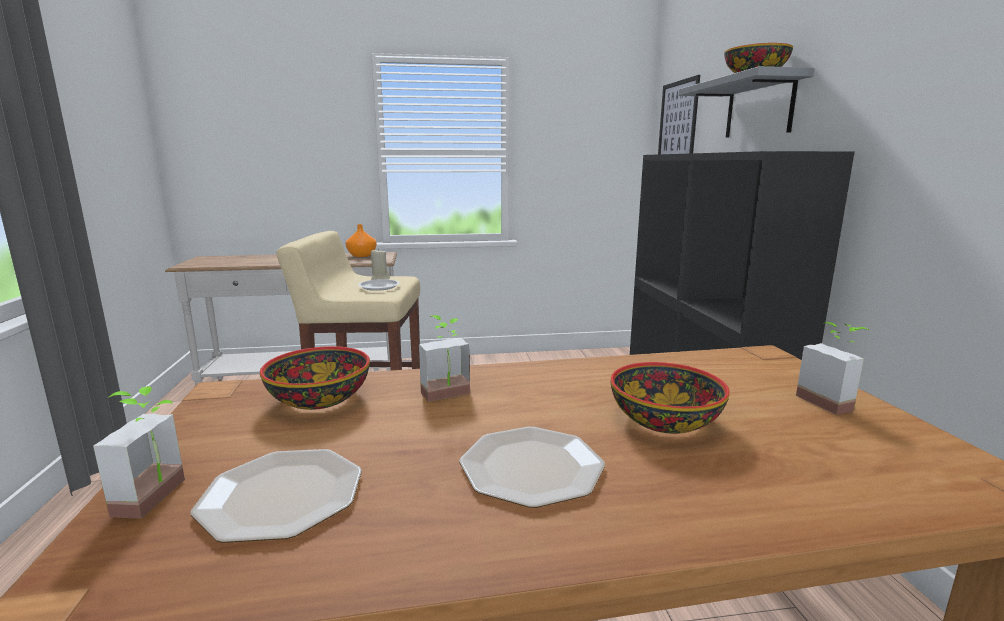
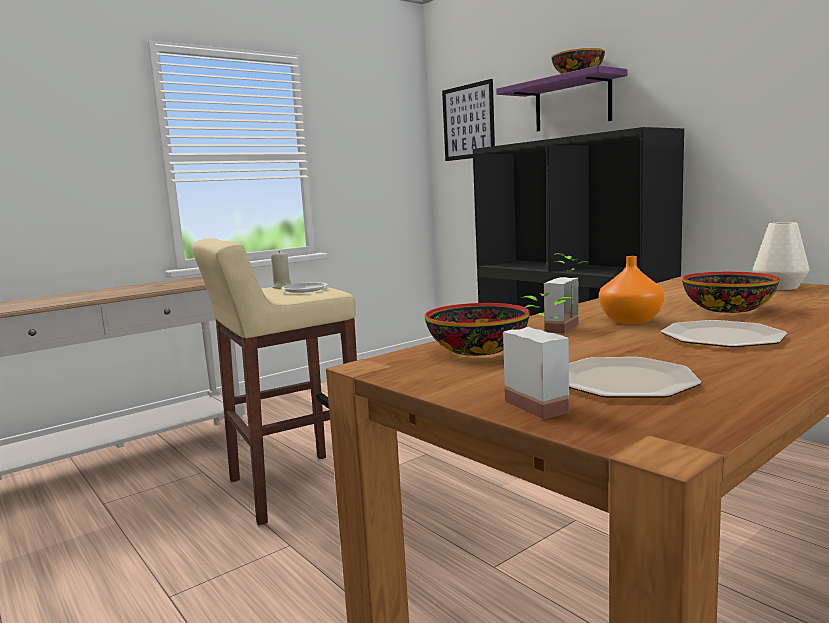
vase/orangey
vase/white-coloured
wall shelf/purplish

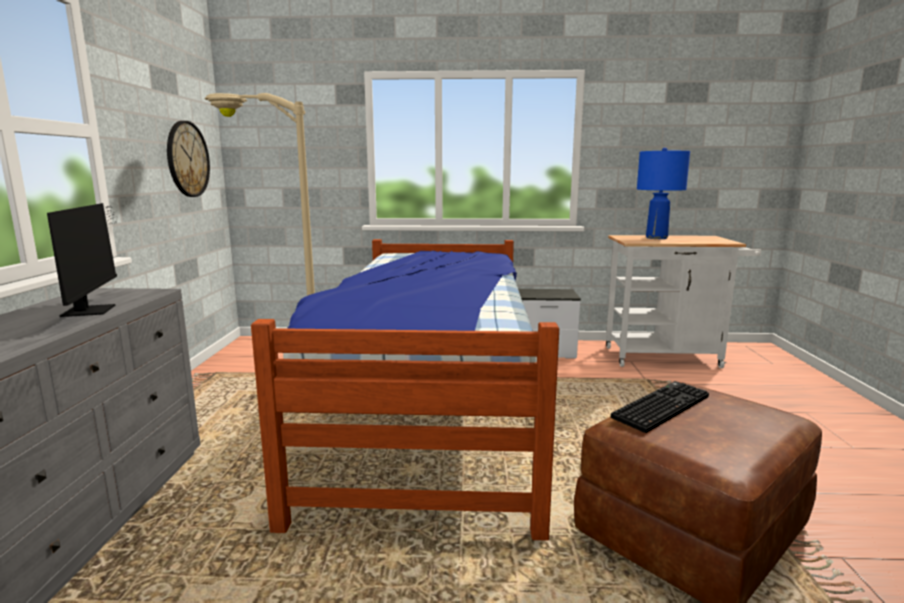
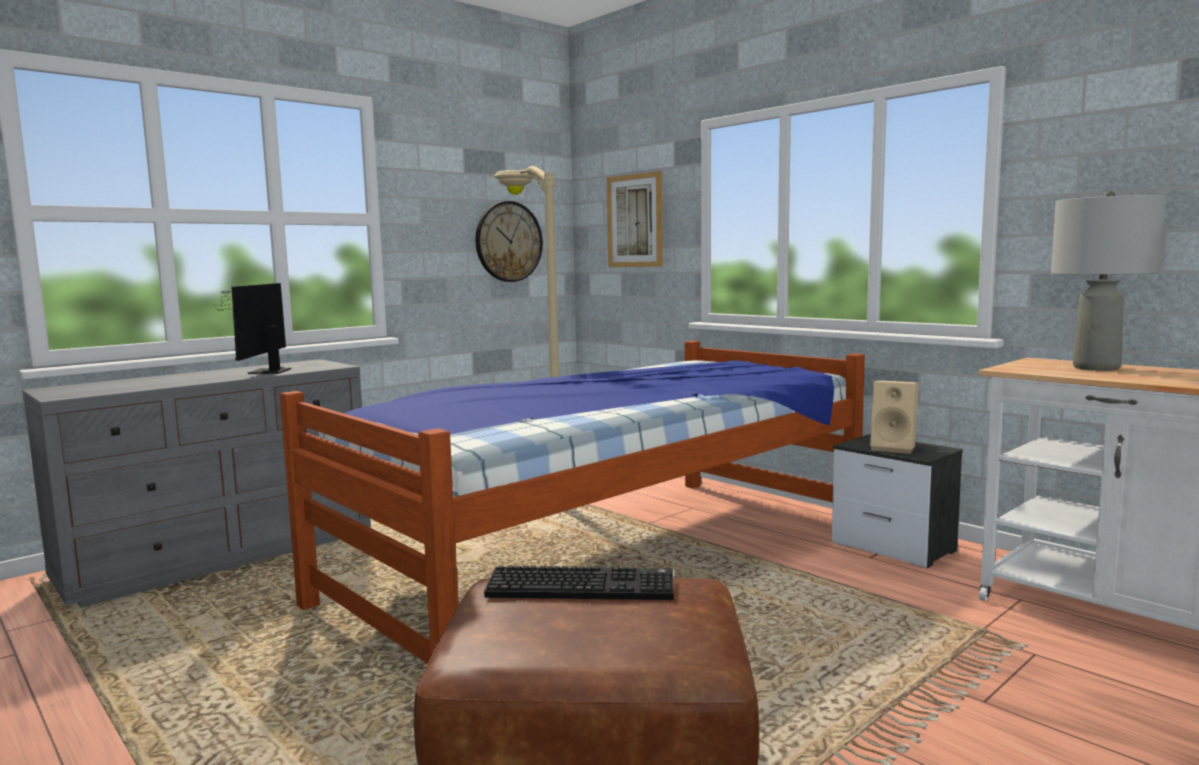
picture
speaker/beige
tabletop lamp/gray
computer display

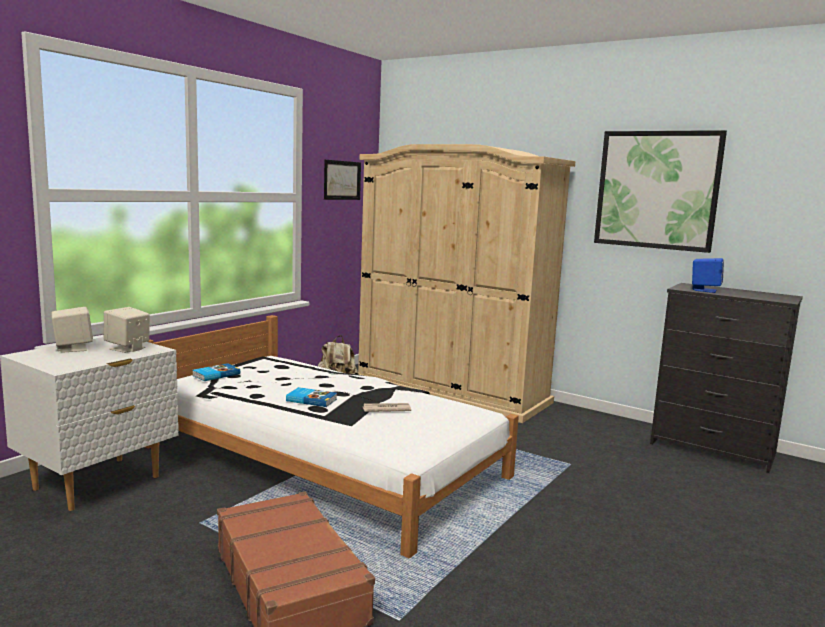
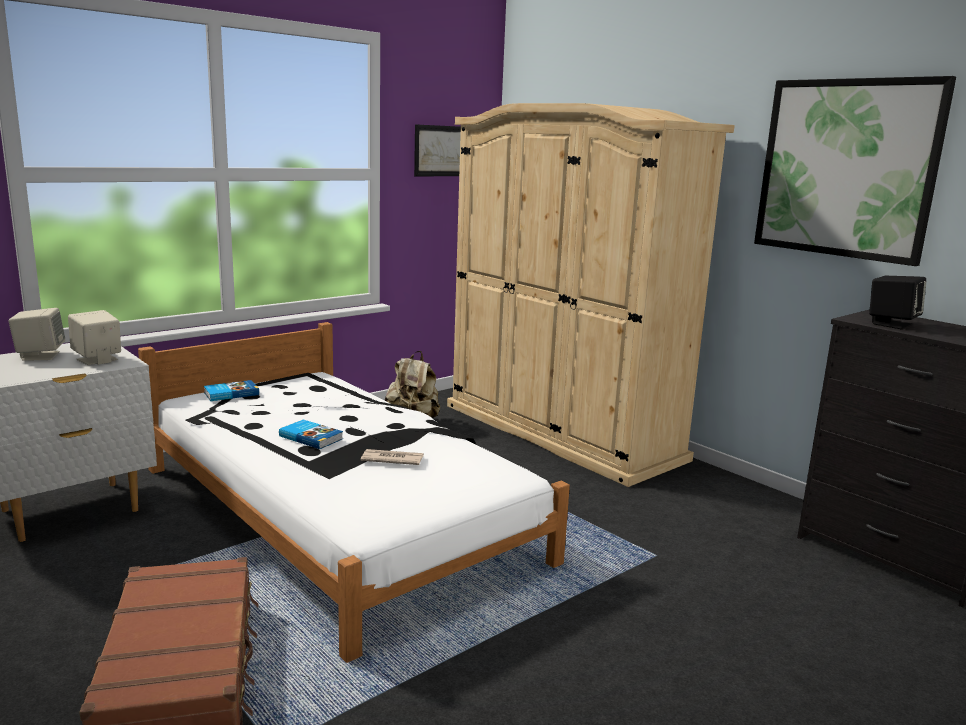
speaker/blackish

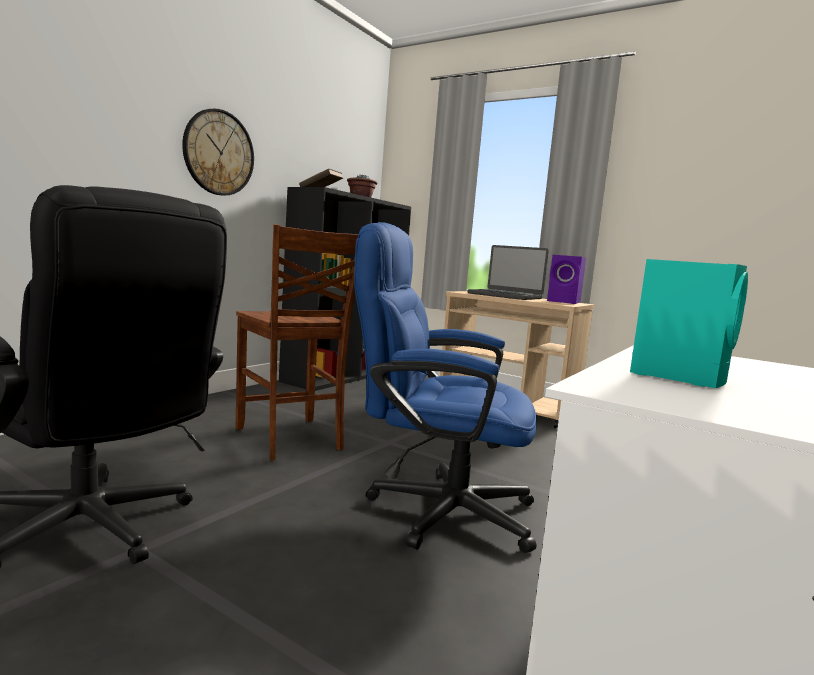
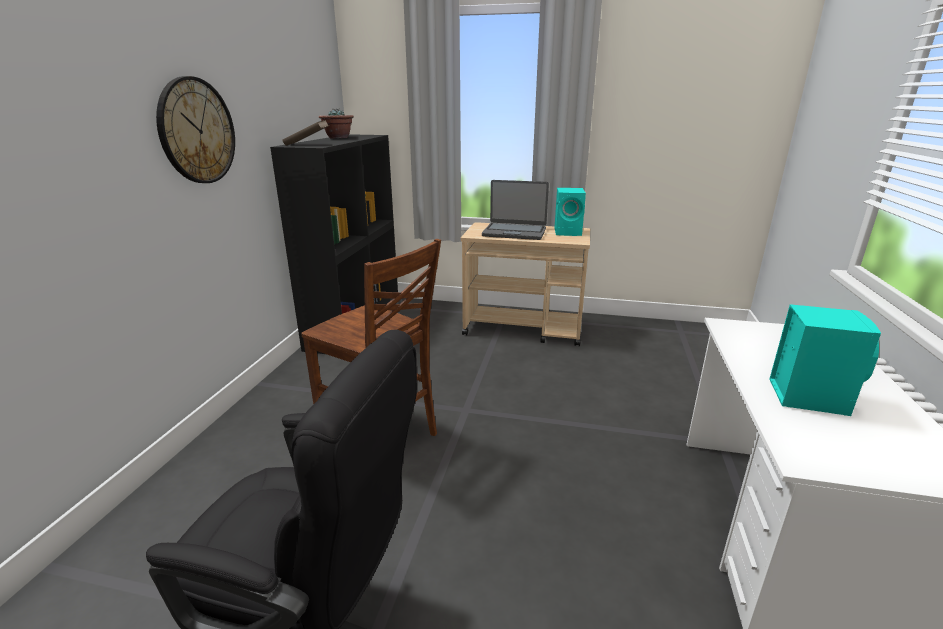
desk chair/bluish
speaker/blue-green (1st from left)

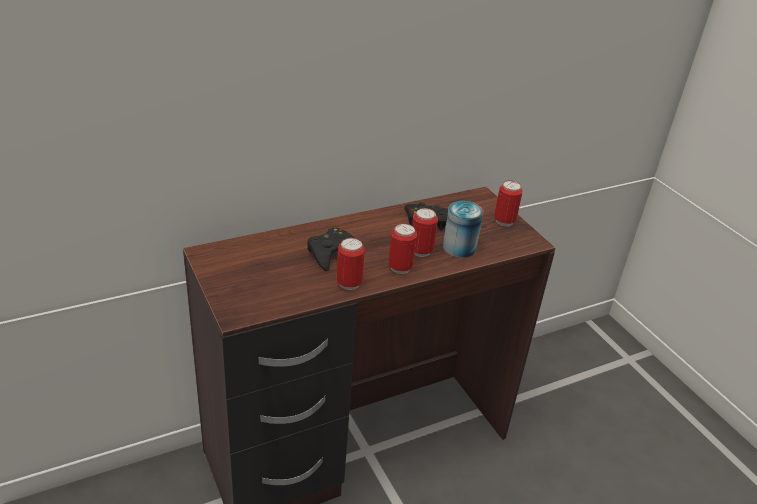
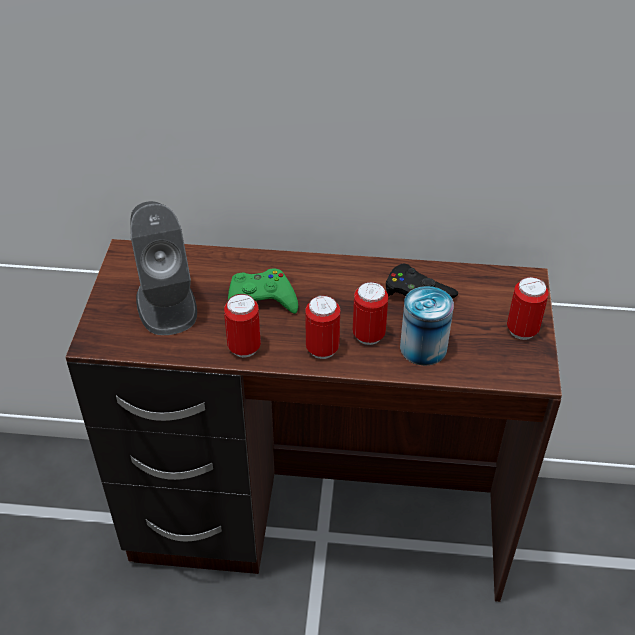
speaker/gray
game controller/green

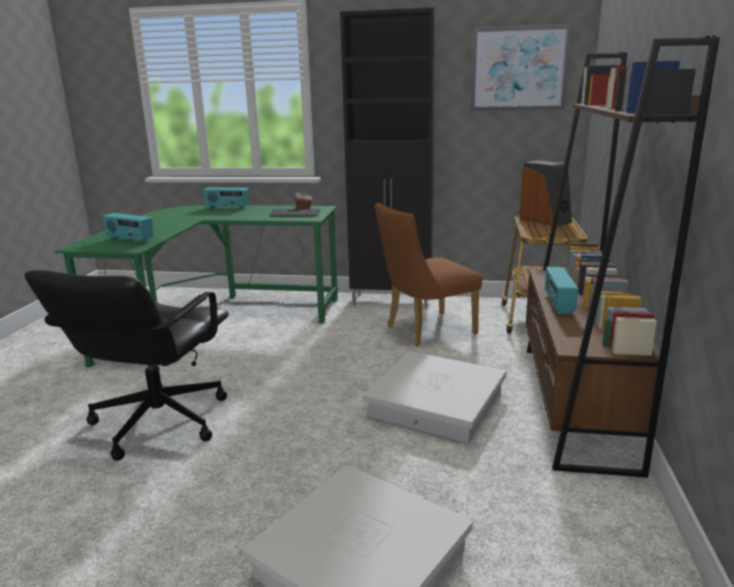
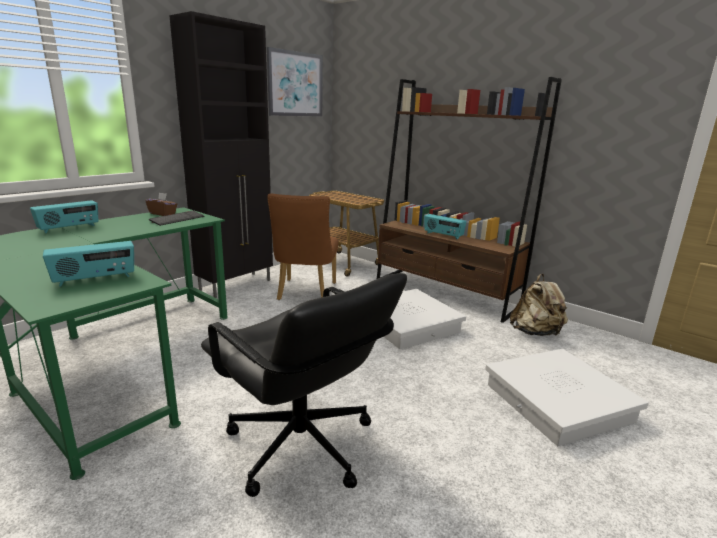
speaker
backpack/beige

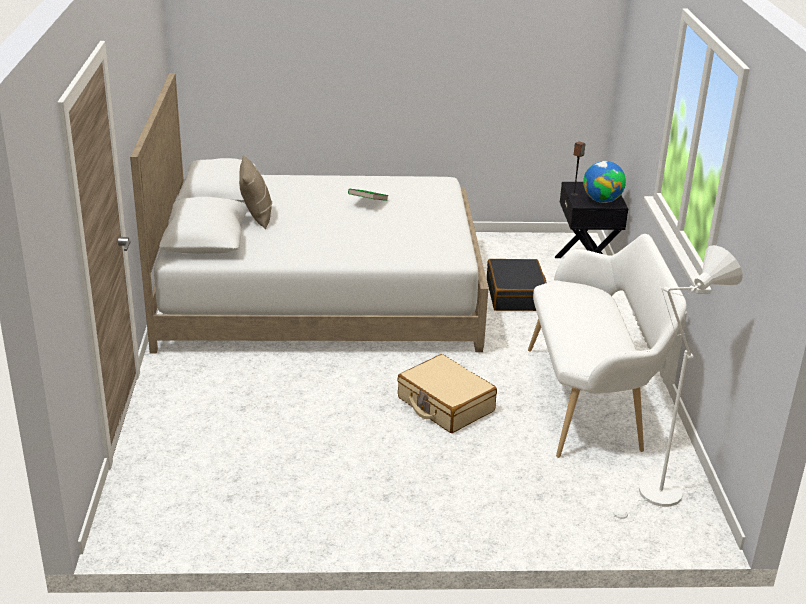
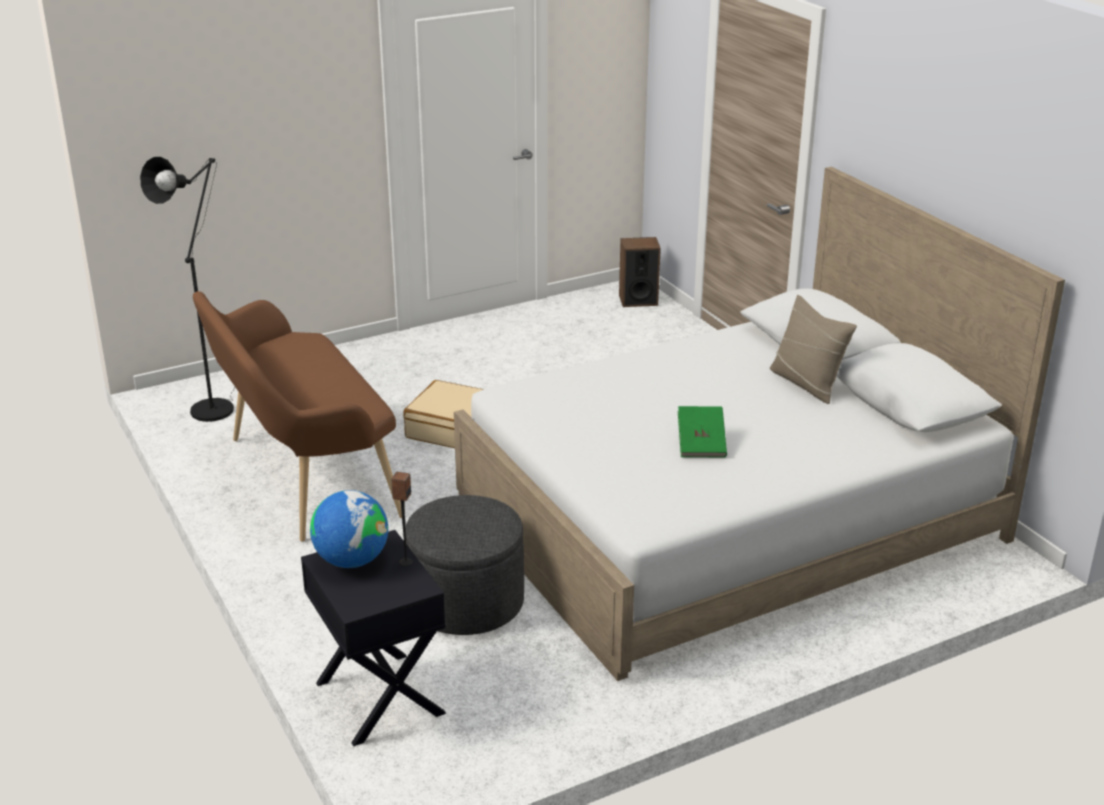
speaker (2nd from left)
footrest/gray
bench/brown
standard lamp/blackish

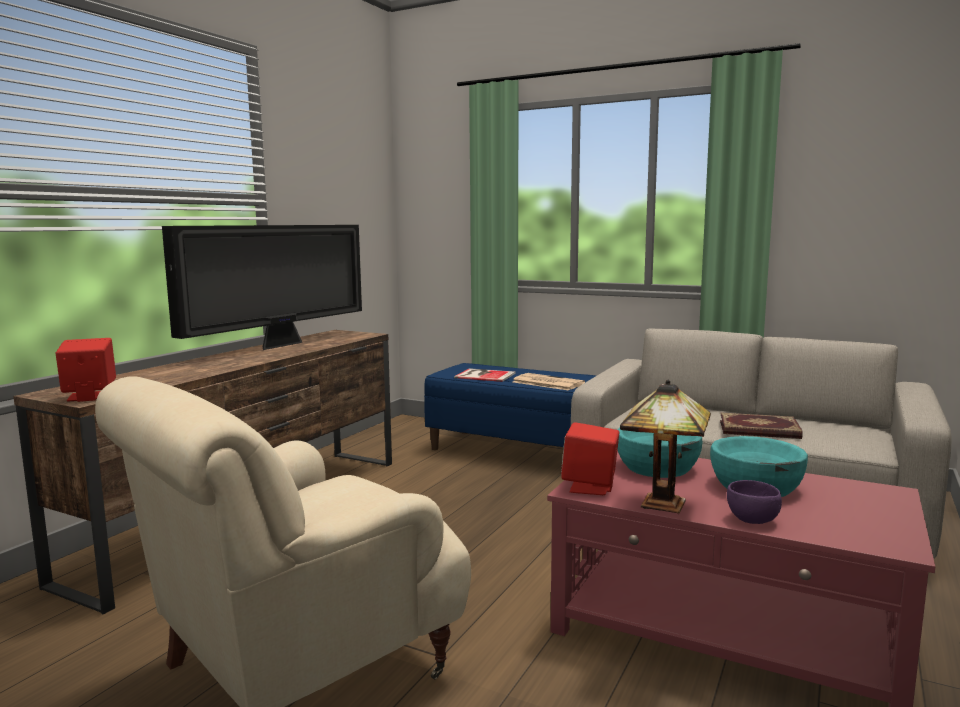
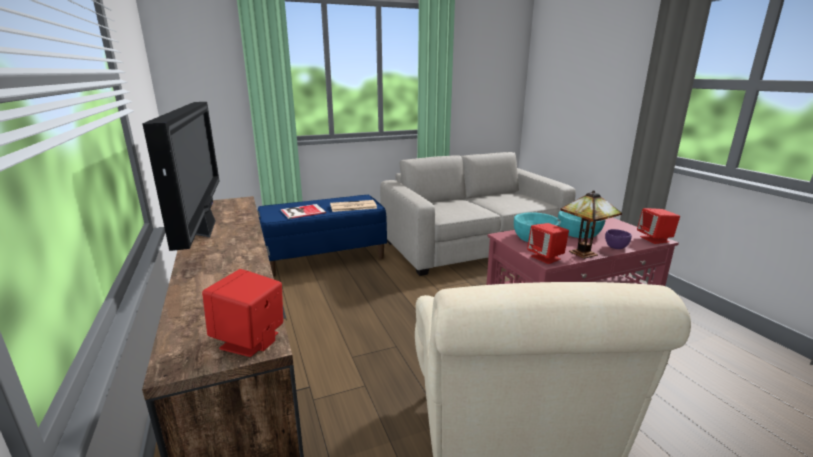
book (2nd from left in the first image)
speaker/red (3rd from left)

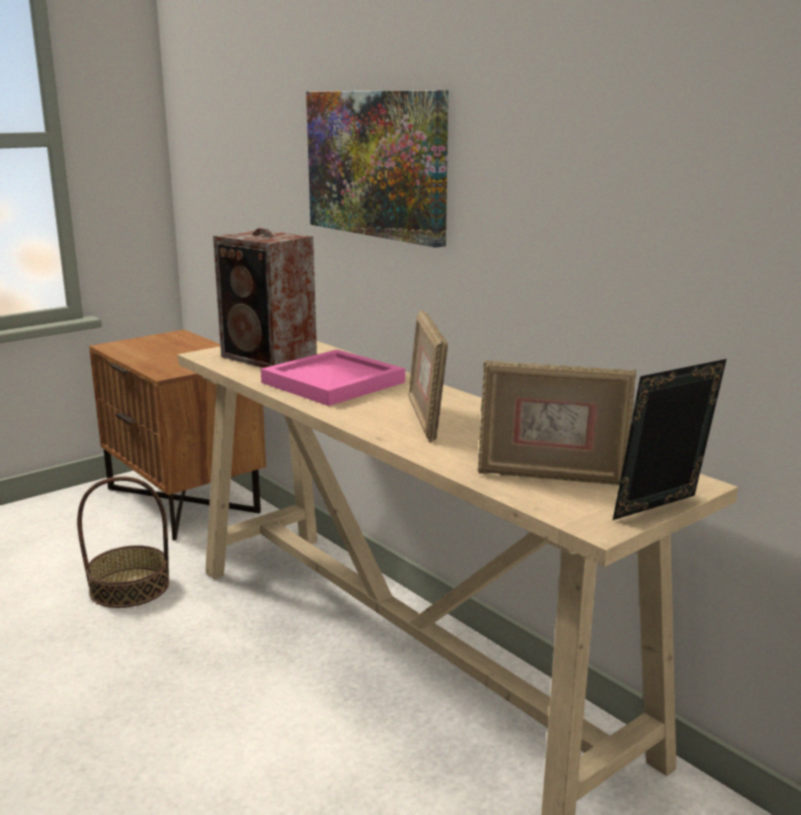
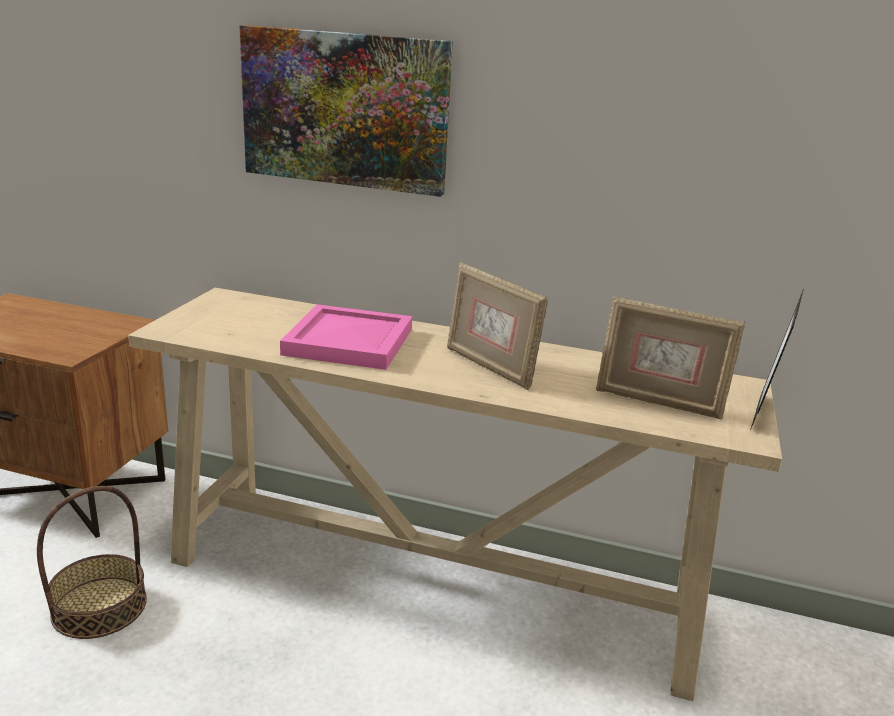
speaker
photo frame (2nd from left)

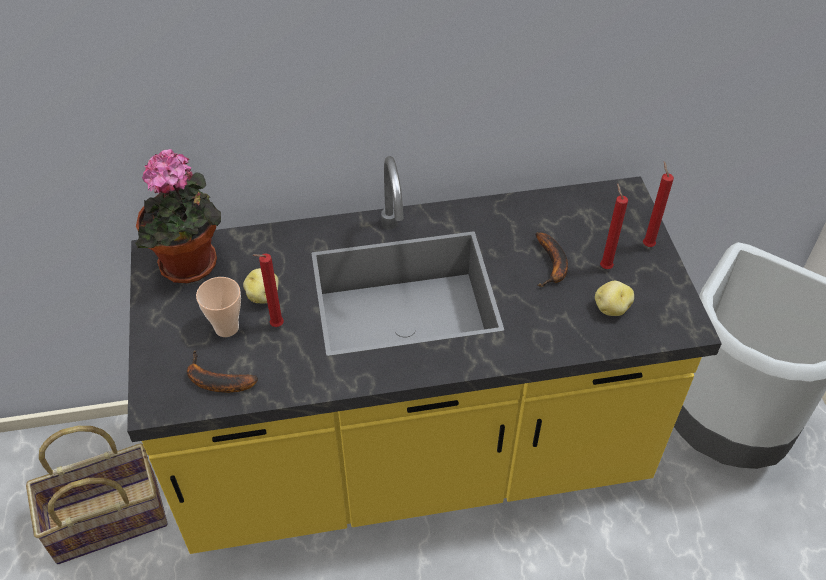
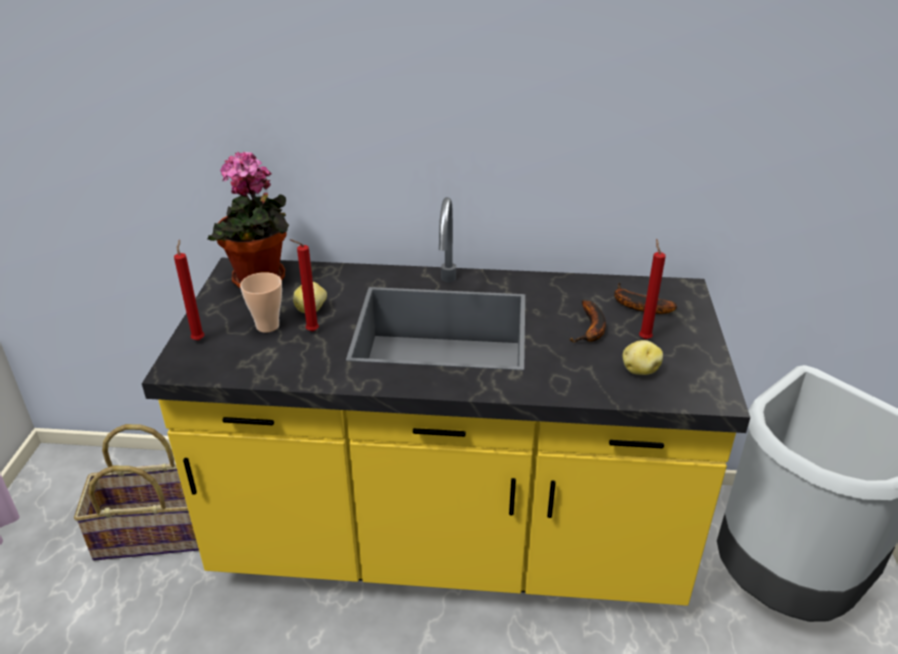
banana fruit (2nd from left)
candle/red (1st from left)

